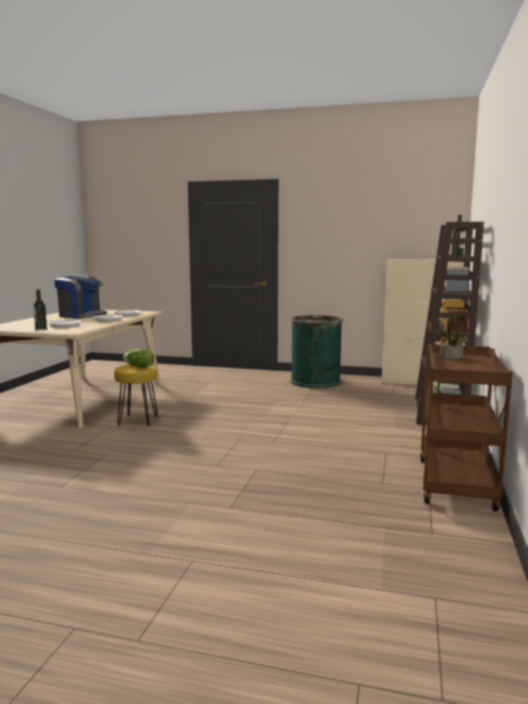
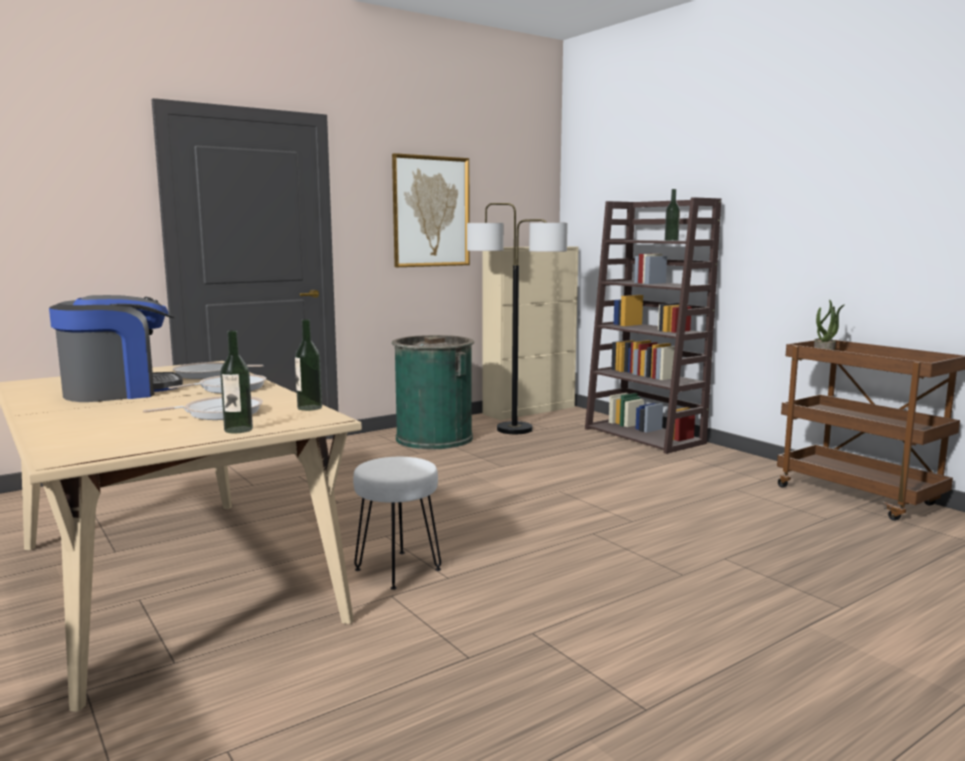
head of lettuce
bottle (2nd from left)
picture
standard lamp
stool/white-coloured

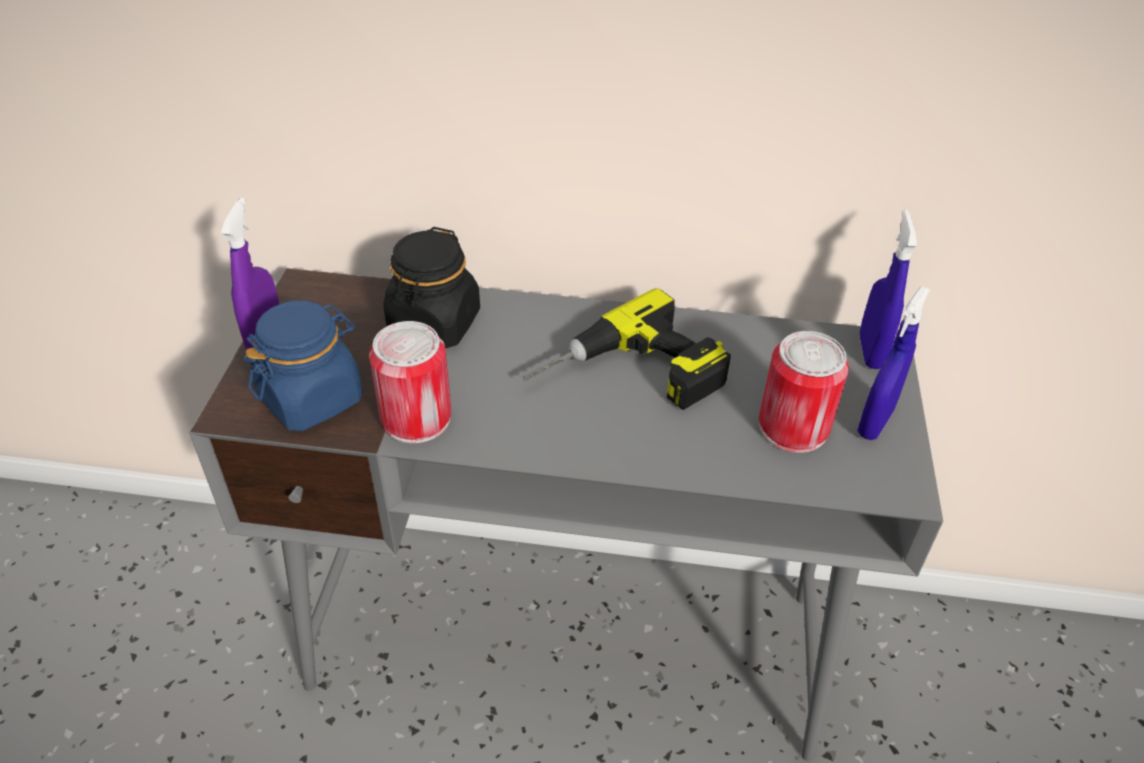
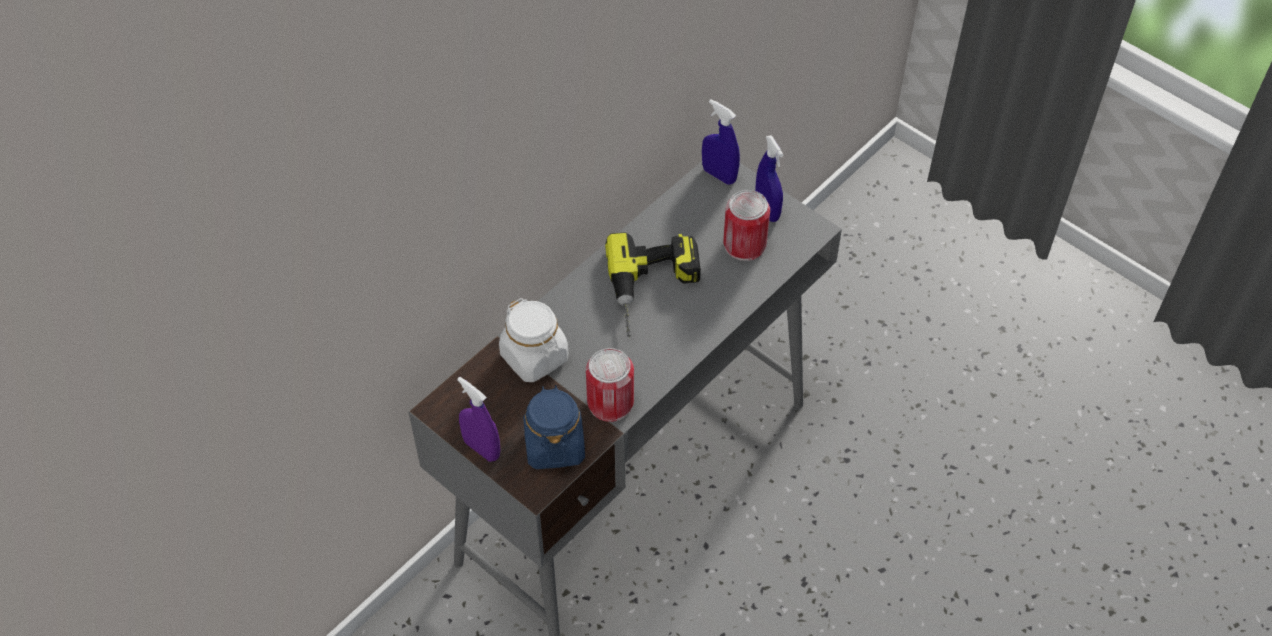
jar/white-coloured

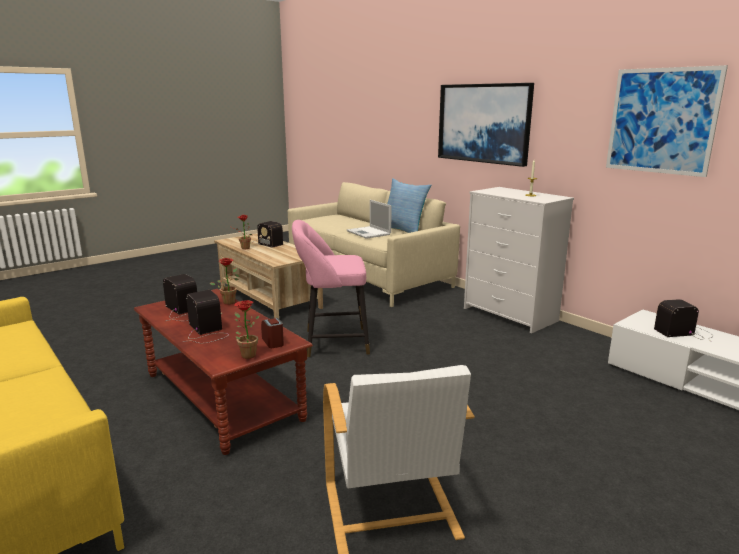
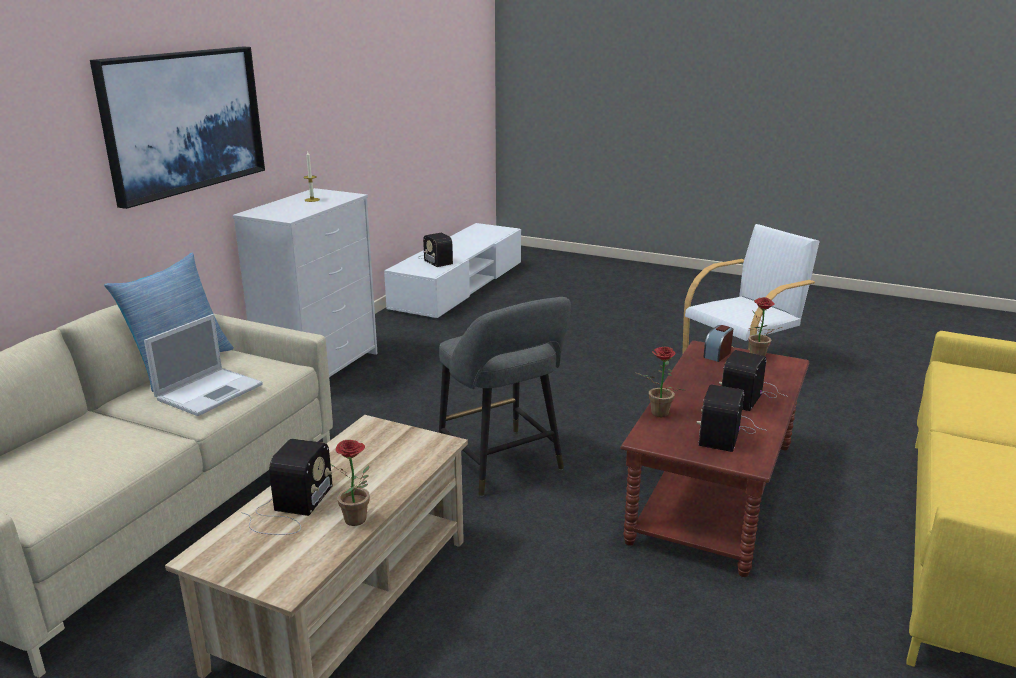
picture (2nd from left in the first image)
stool/gray

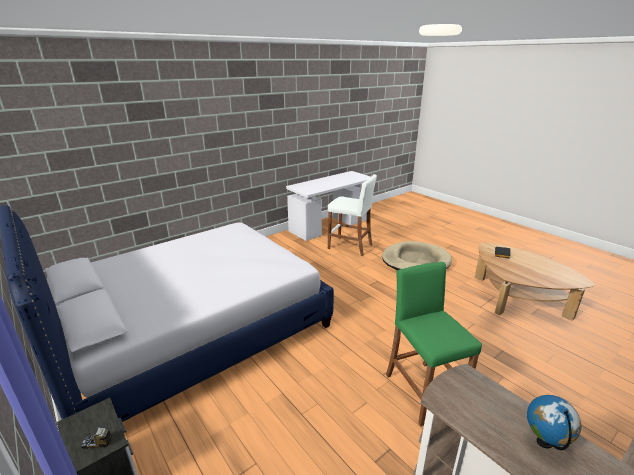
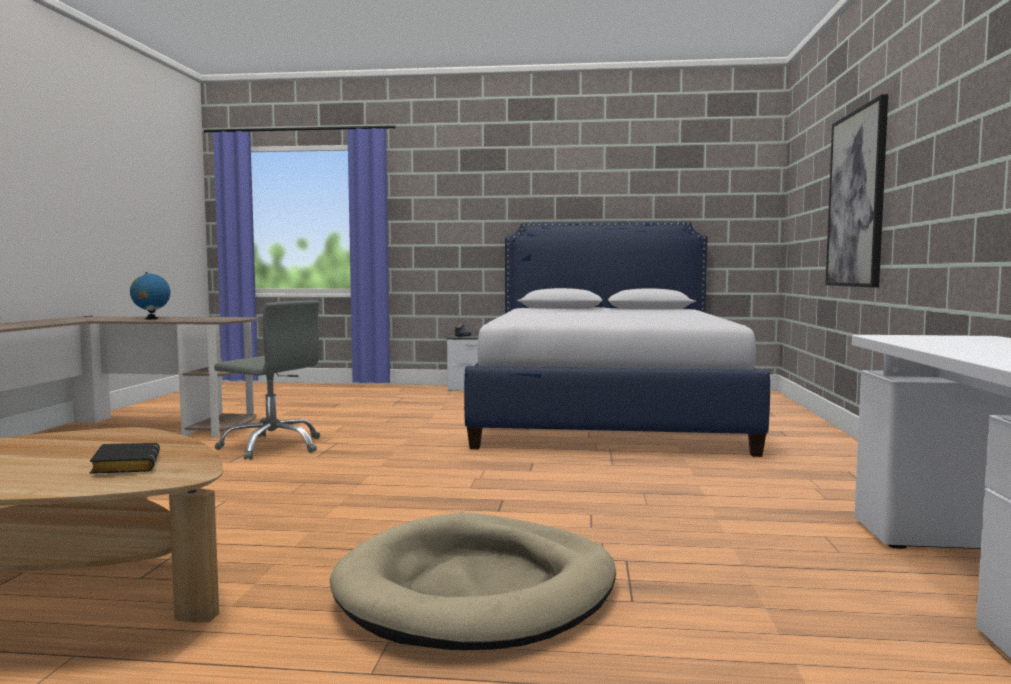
stool/white-coloured
picture
desk chair/gray

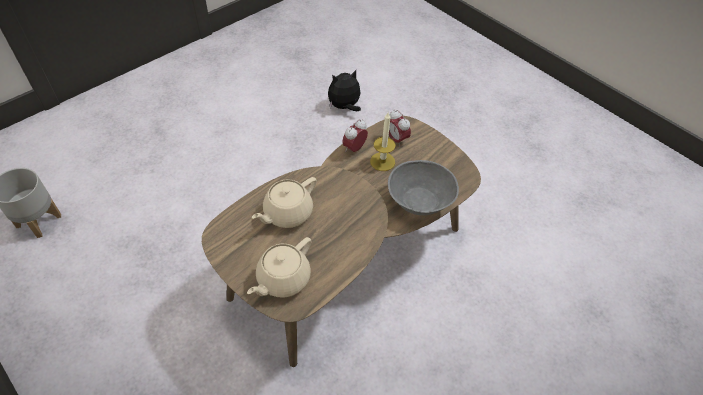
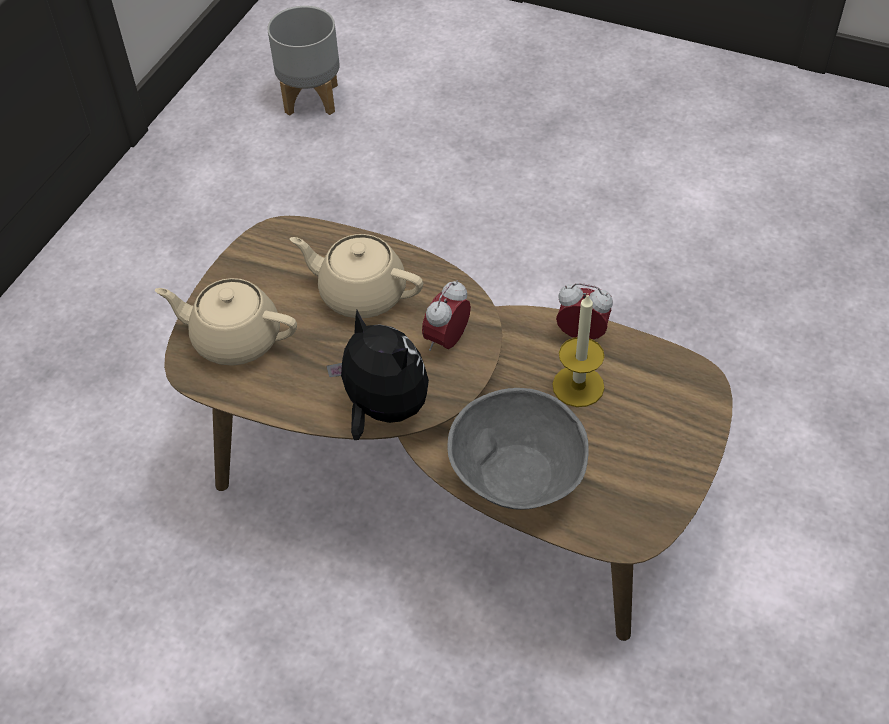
cuddly toy
table clock (1st from left)

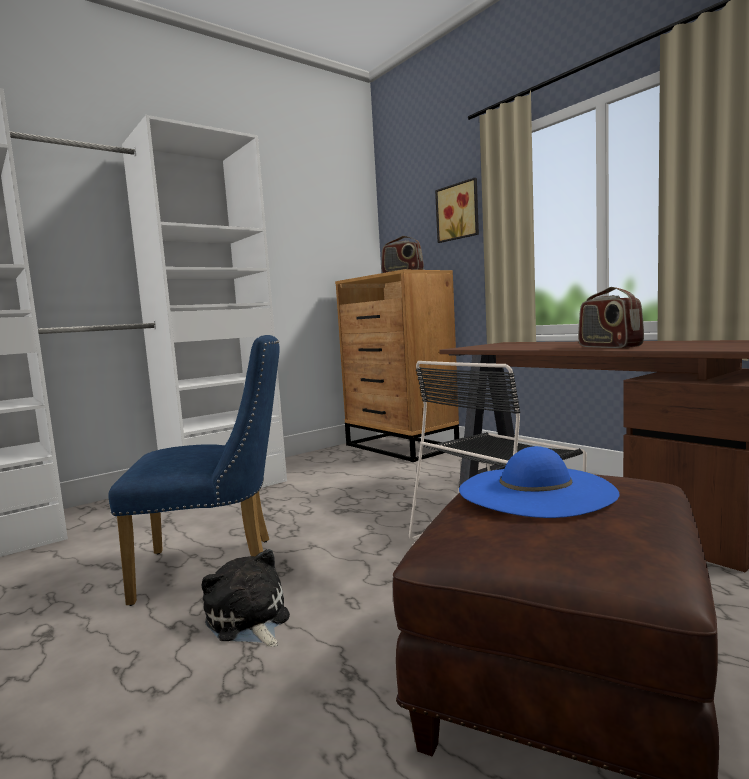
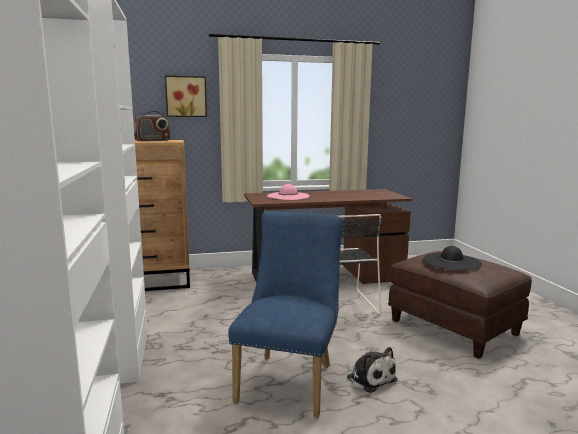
radio (2nd from left in the first image)
wearable hat/pink-coloured
wearable hat/blackish
cuddly toy

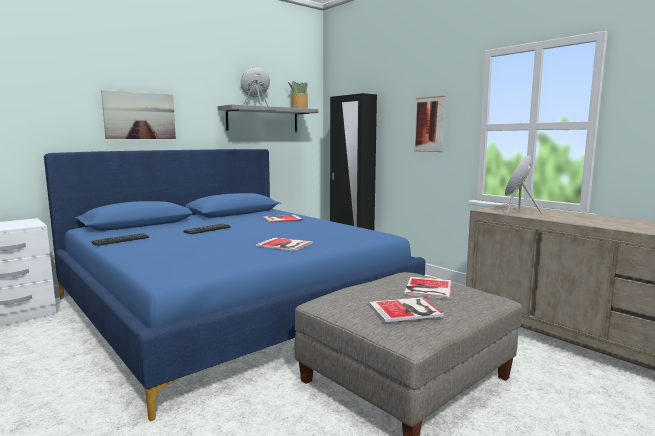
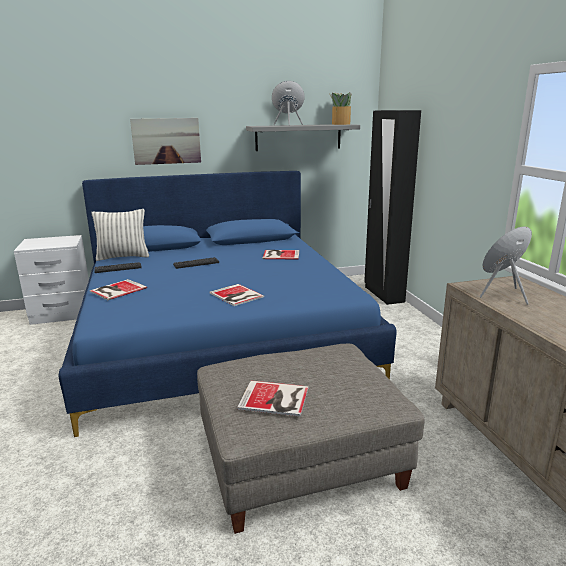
picture (2nd from left in the first image)
throw pillow
book (1st from left)

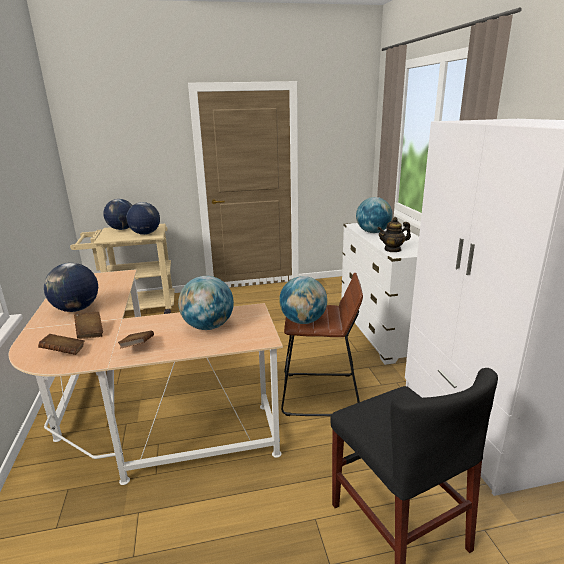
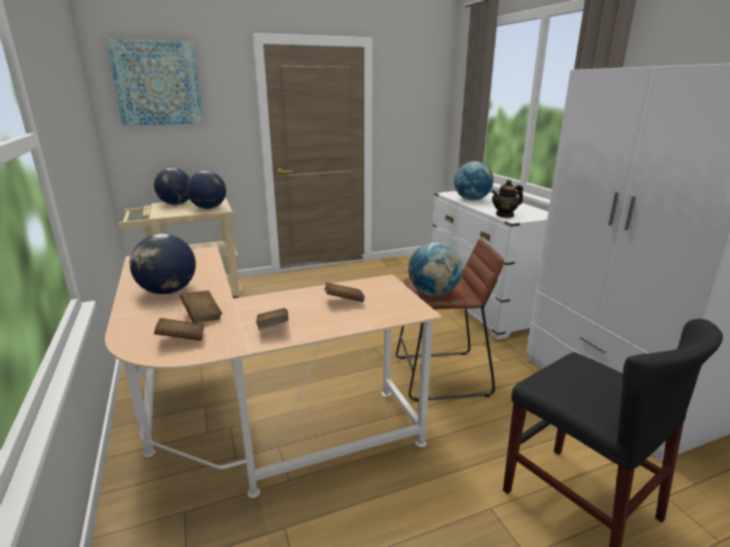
picture
book/brown (4th from left)

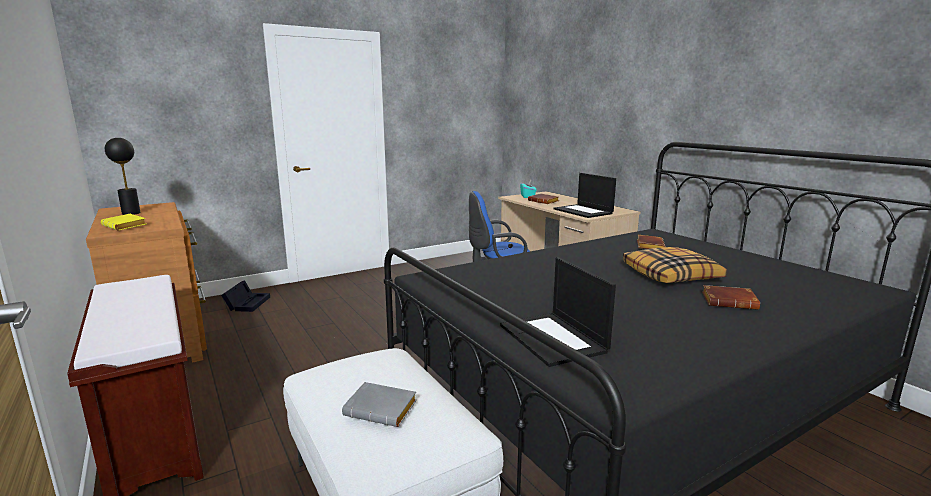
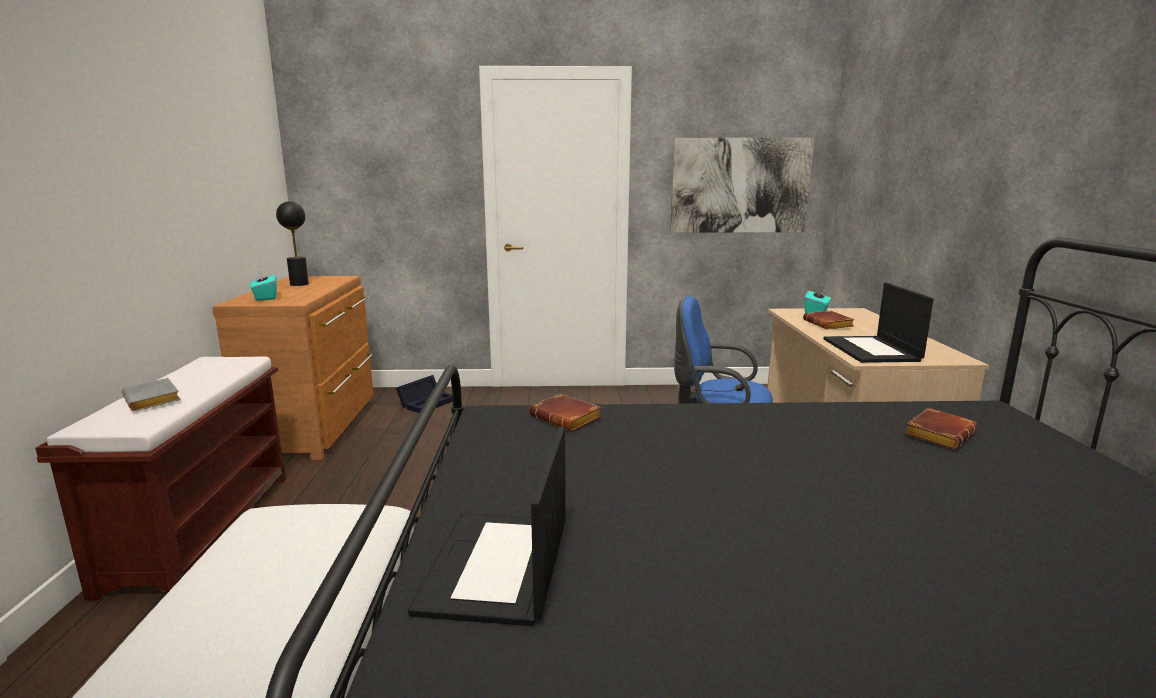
throw pillow
picture
book/gray
book/brown (1st from left)
box of tissues/blue-green (1st from left)

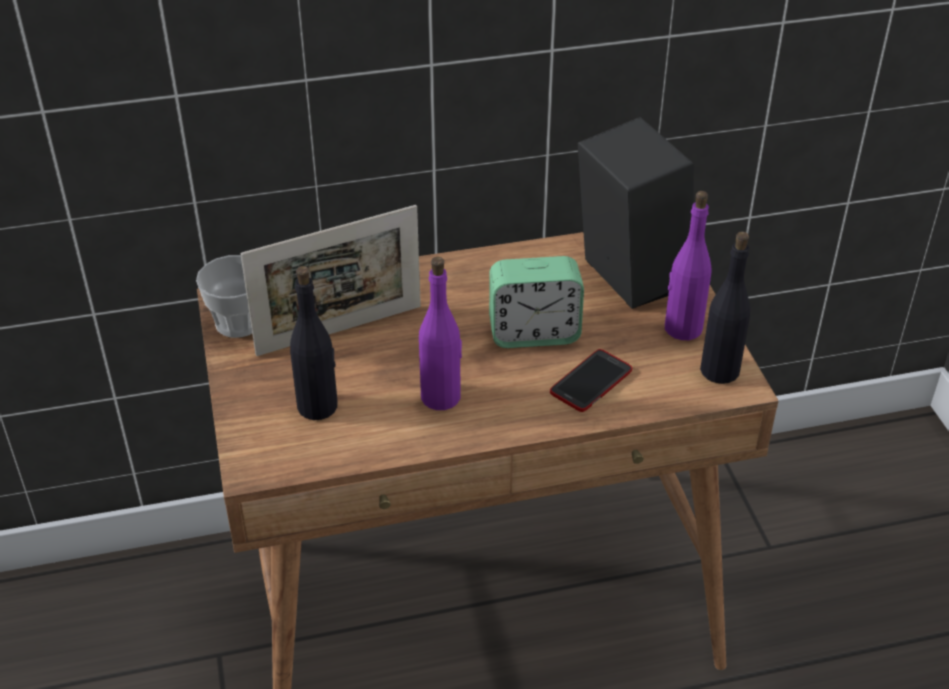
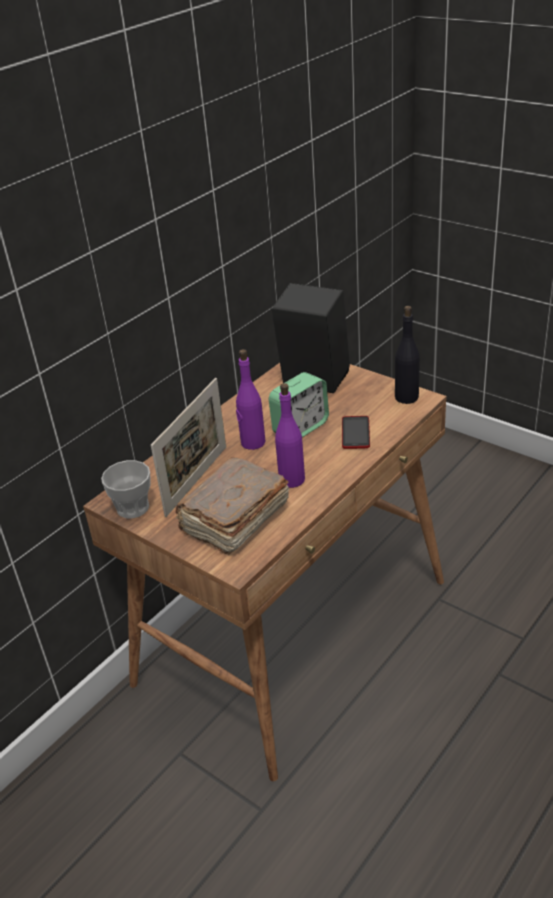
bottle/purplish (1st from left)
book/brown

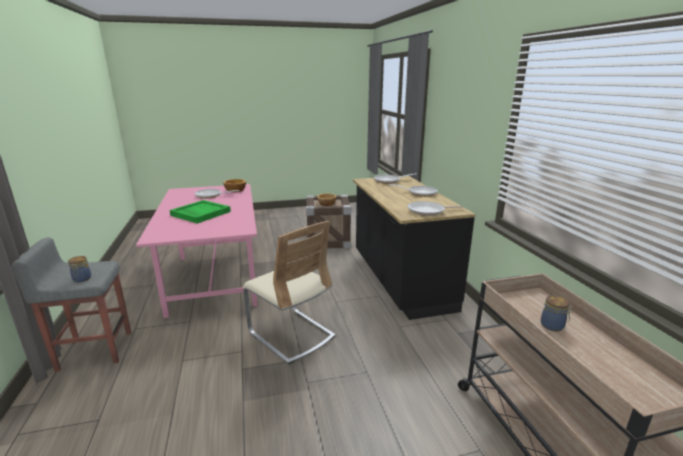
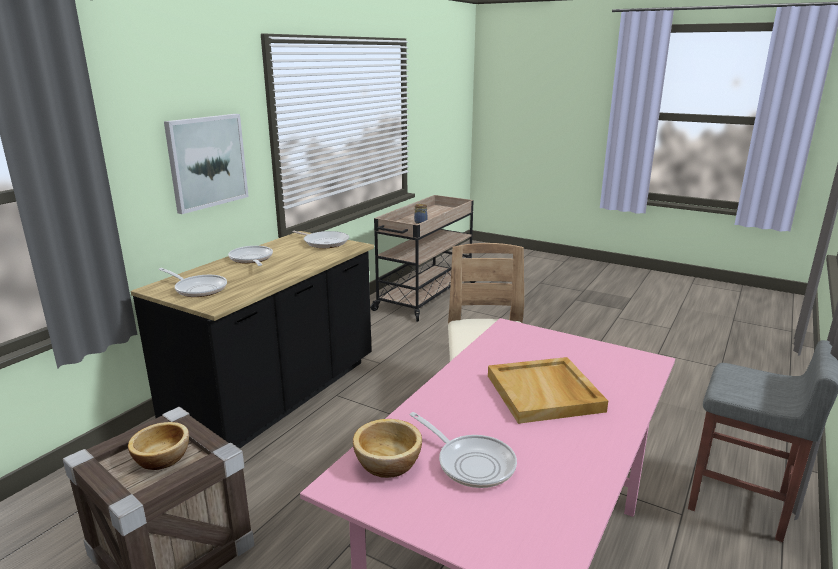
jar (1st from left in the first image)
picture
tray/beige

